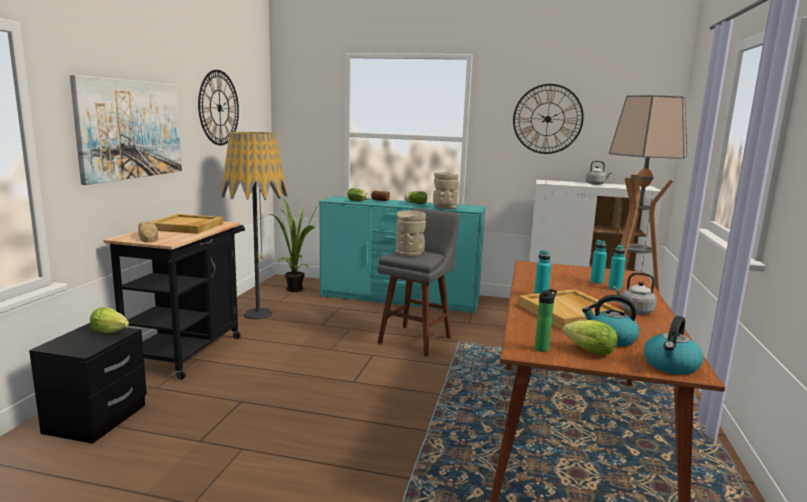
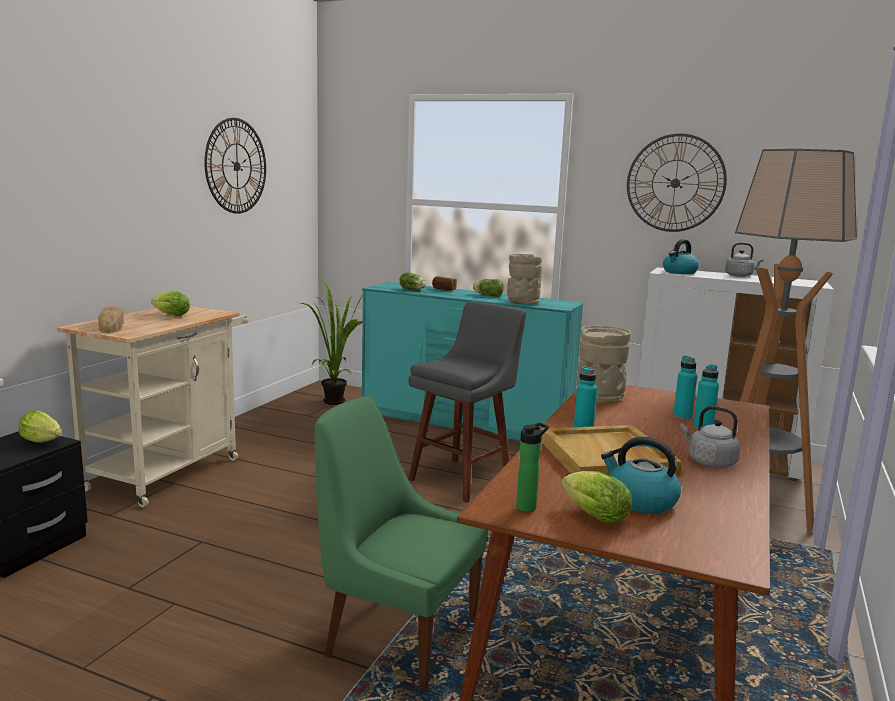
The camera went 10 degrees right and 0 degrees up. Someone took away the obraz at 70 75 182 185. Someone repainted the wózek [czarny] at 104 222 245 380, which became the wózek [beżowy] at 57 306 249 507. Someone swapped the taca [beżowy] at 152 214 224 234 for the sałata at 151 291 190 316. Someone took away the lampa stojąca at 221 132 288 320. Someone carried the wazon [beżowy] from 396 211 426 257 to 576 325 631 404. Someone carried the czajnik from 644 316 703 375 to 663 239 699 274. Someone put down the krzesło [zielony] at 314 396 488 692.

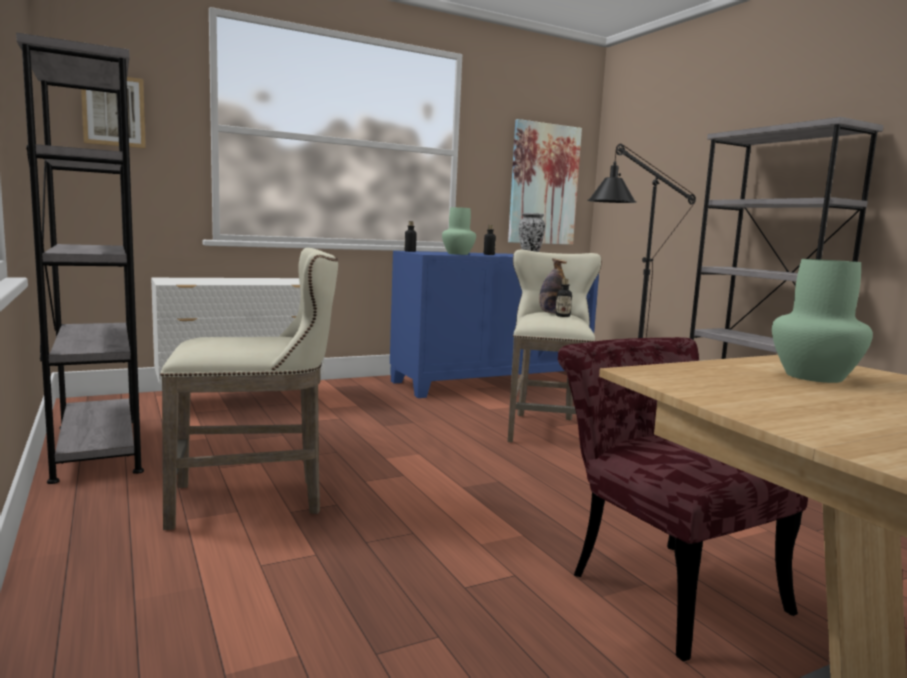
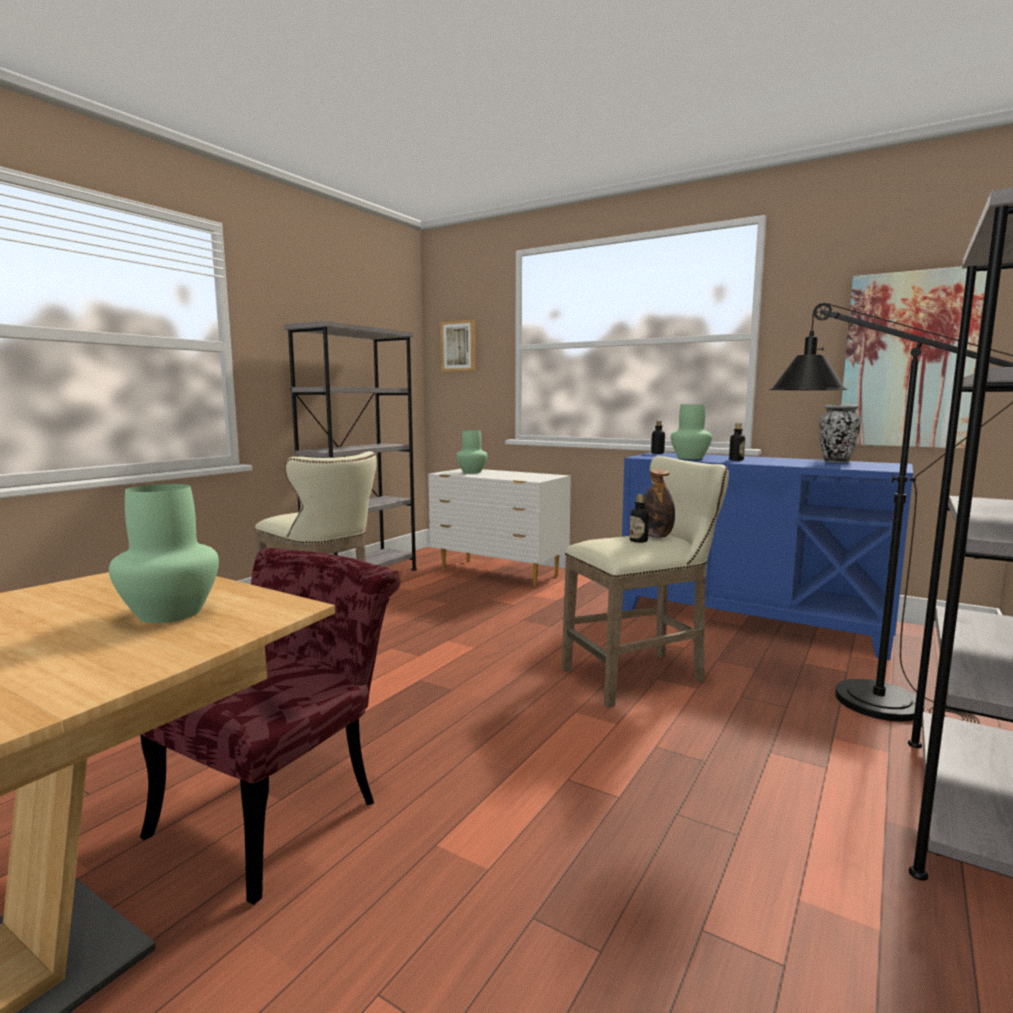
The camera went 60 degrees right and 0 degrees up. Someone put down the wazon [zielony] at 456 430 487 473.

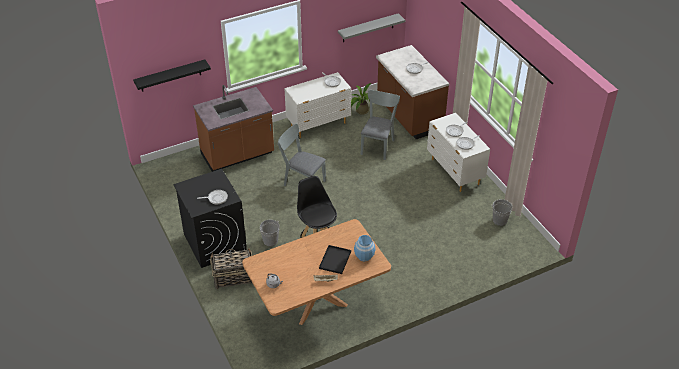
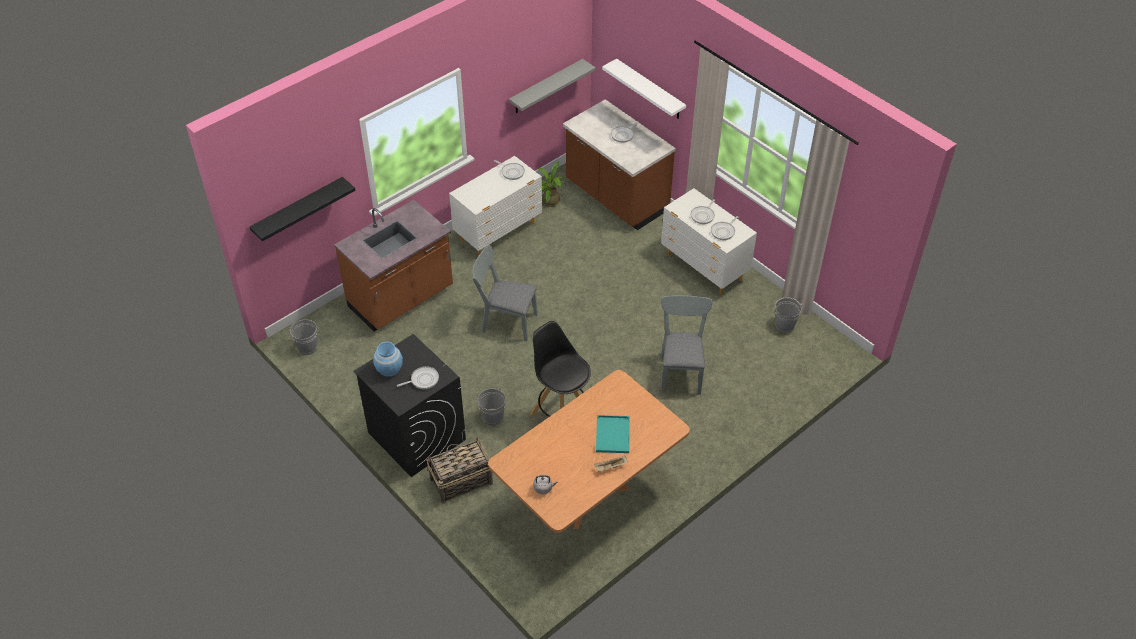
The camera went 15 degrees left and 5 degrees up. Someone repainted the taca [czarny] at 319 245 351 274, which became the taca [turkusowy] at 596 415 630 453. Someone carried the wazon [niebieski] from 354 235 376 262 to 373 342 403 377. Someone carried the krzesło [szary] from 361 90 400 160 to 661 295 712 395. Someone put down the wiadro [szary] at 288 319 319 355. Someone put up the półka [biały] at 602 59 686 119.

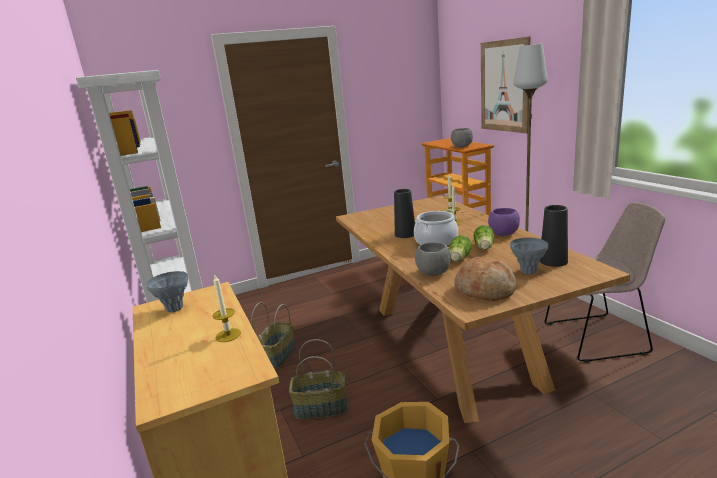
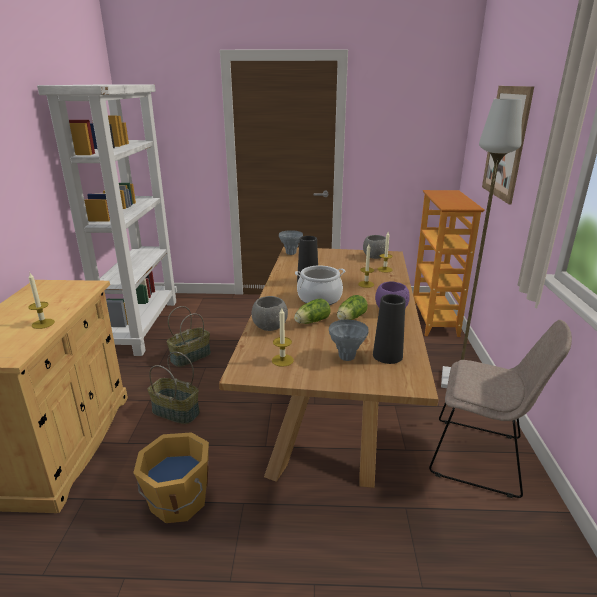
The camera went 25 degrees right and 5 degrees up. Someone carried the wazon [szary] from 146 271 188 312 to 279 230 303 255. Someone carried the miska [szary] from 451 128 473 148 to 363 235 389 259. Someone swapped the chleb at 455 257 517 301 for the świeca at 272 308 294 367.

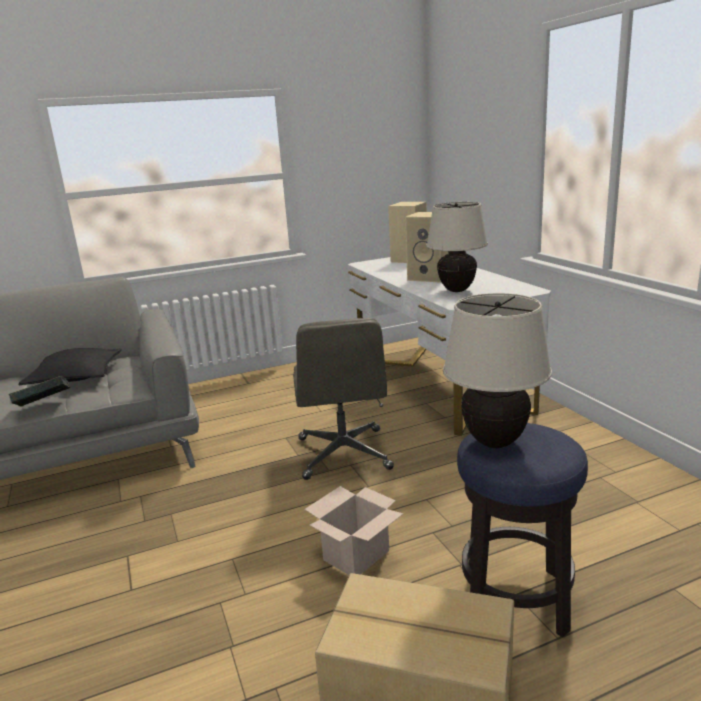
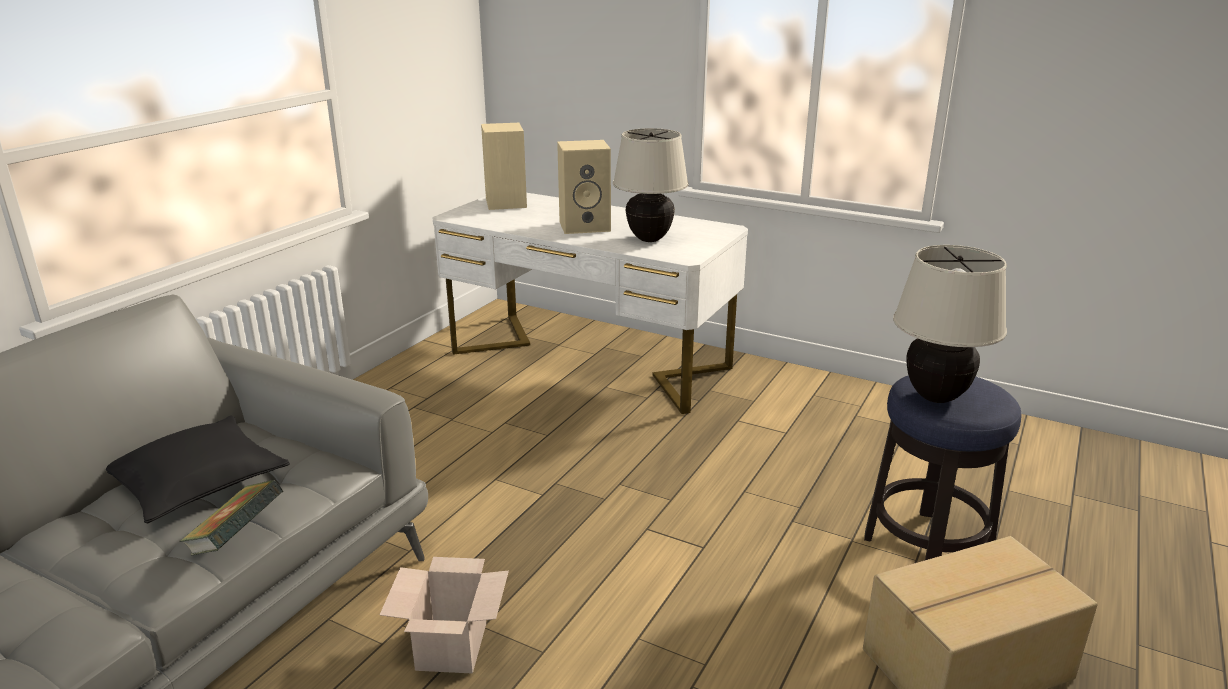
The camera went 40 degrees left and 5 degrees up. Someone took away the krzesło biurowe [szary] at 293 318 394 480. Someone carried the karton from 304 486 404 575 to 380 557 509 674.

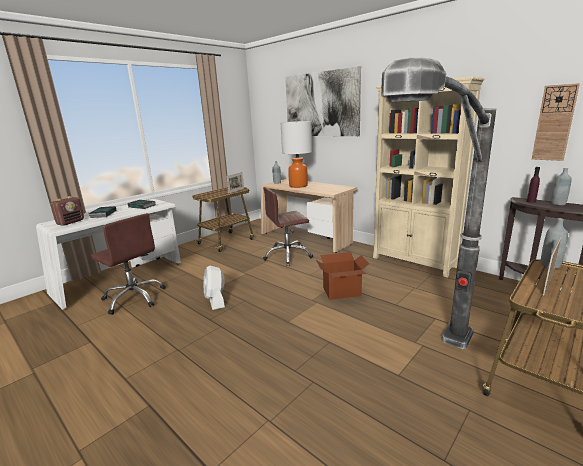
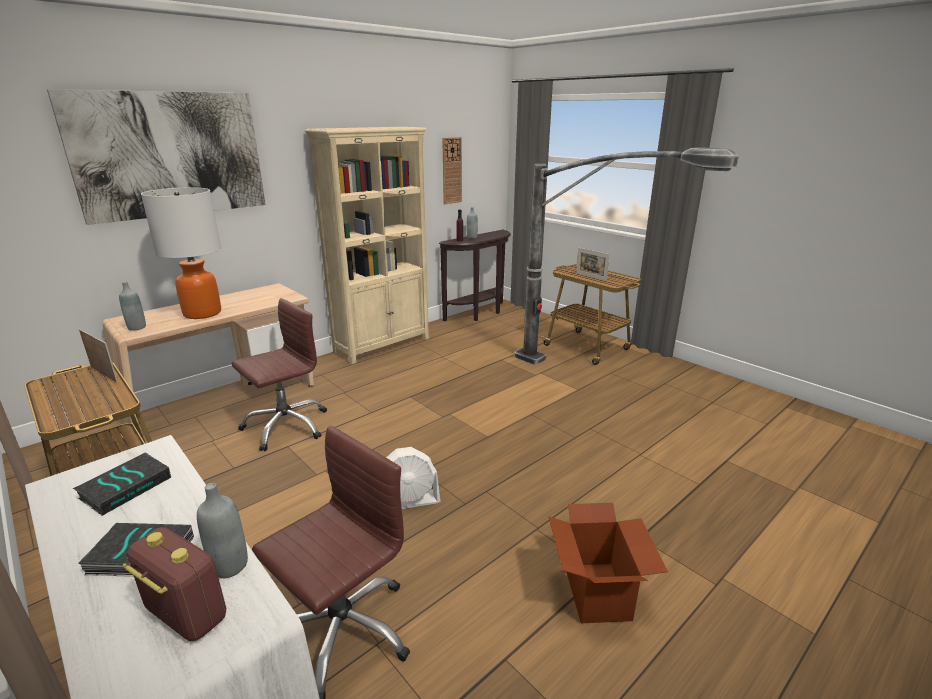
The camera went 85 degrees left and 5 degrees up. Someone rotated the krzesło biurowe [brązowy] at 263 187 313 266 by 120 degrees counterclockwise. Someone carried the karton from 316 252 369 300 to 548 503 668 623. Someone carried the butelka [szary] from 541 218 568 269 to 197 483 248 578.

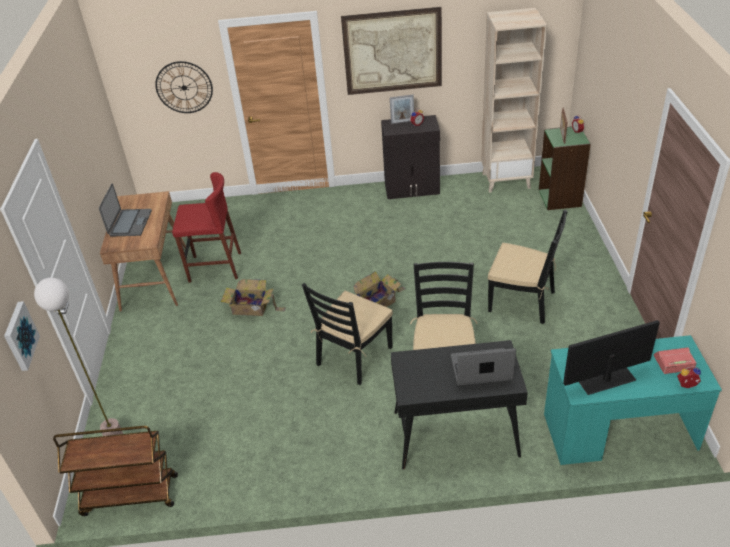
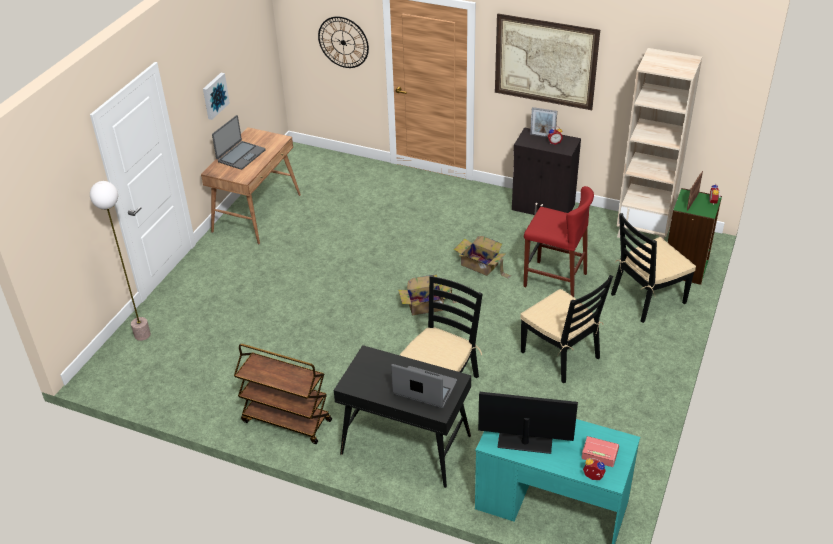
The camera went 25 degrees right and 0 degrees up. Someone carried the obraz from 4 301 40 371 to 203 73 230 120. Someone carried the wózek [brązowy] from 53 426 178 516 to 234 344 332 444. Someone carried the stołek [czerwony] from 172 172 241 283 to 523 186 594 297. Someone carried the karton from 221 279 286 316 to 453 236 511 279. Someone carried the krzesło [czarny] from 302 283 393 385 to 611 213 696 323.

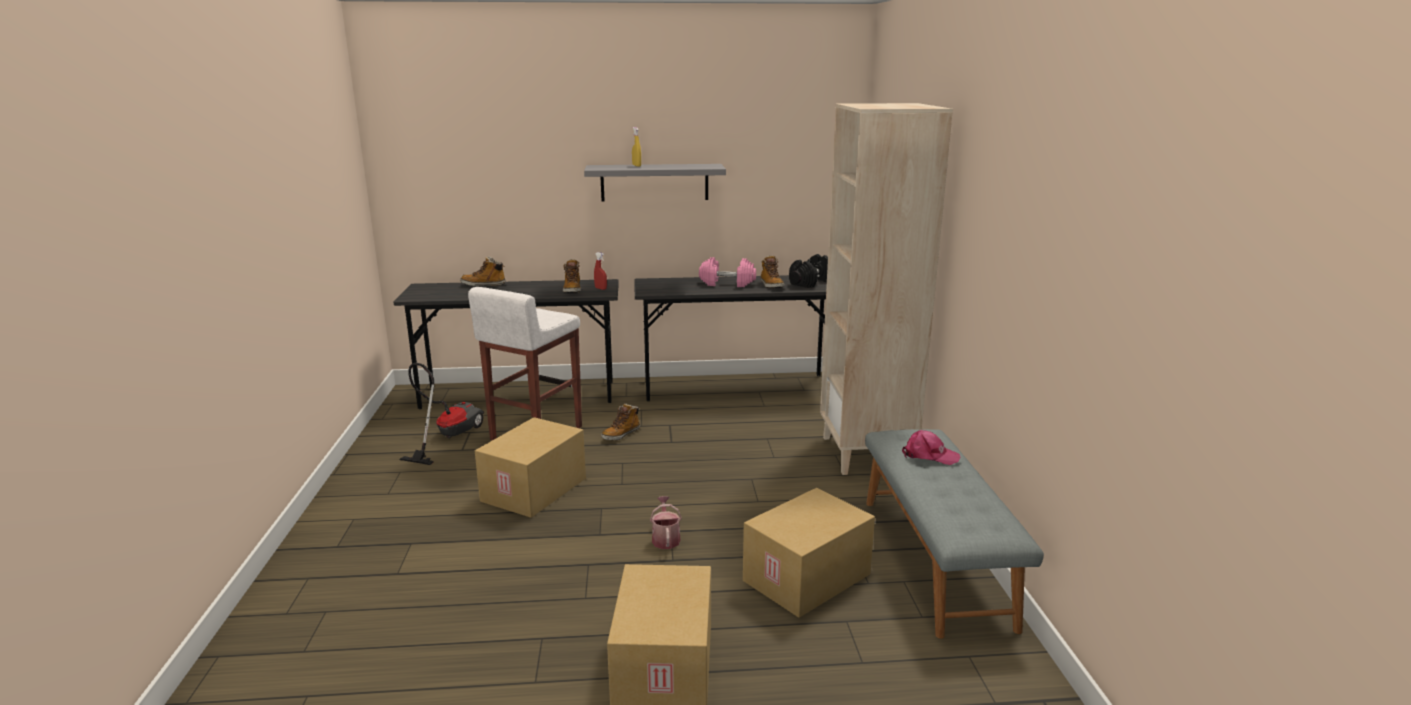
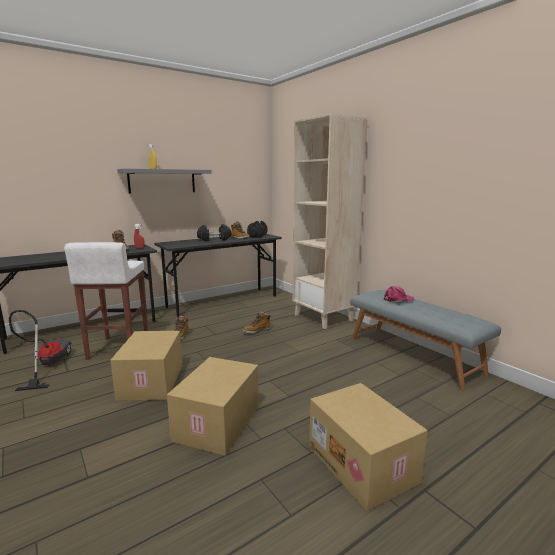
The camera went 30 degrees left and 5 degrees down. Someone carried the but z cholewką from 460 256 506 286 to 243 311 271 334. Someone took away the konewka at 650 496 682 549. Someone repainted the hantel [różowy] at 699 257 756 287, which became the hantel [czarny] at 197 224 231 241. Someone carried the karton from 743 488 875 618 to 167 357 259 456.

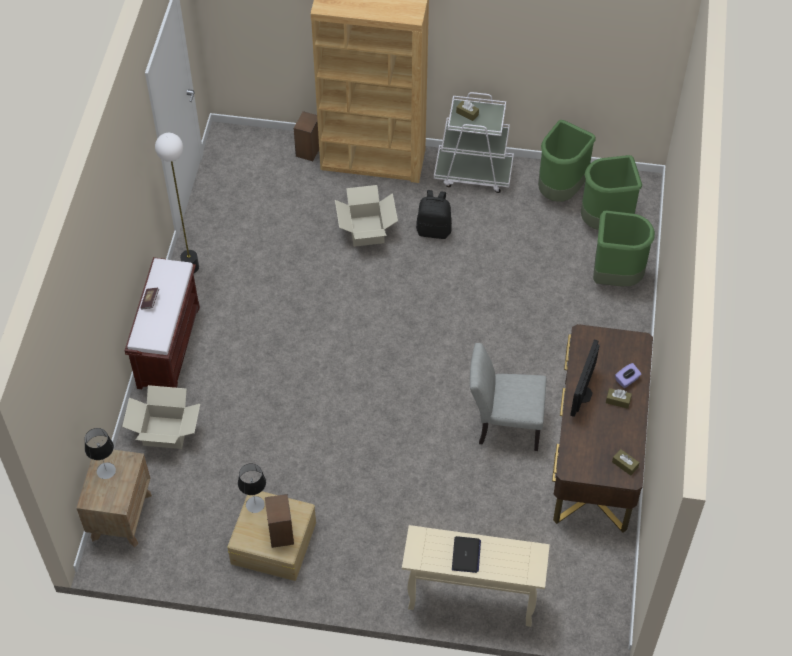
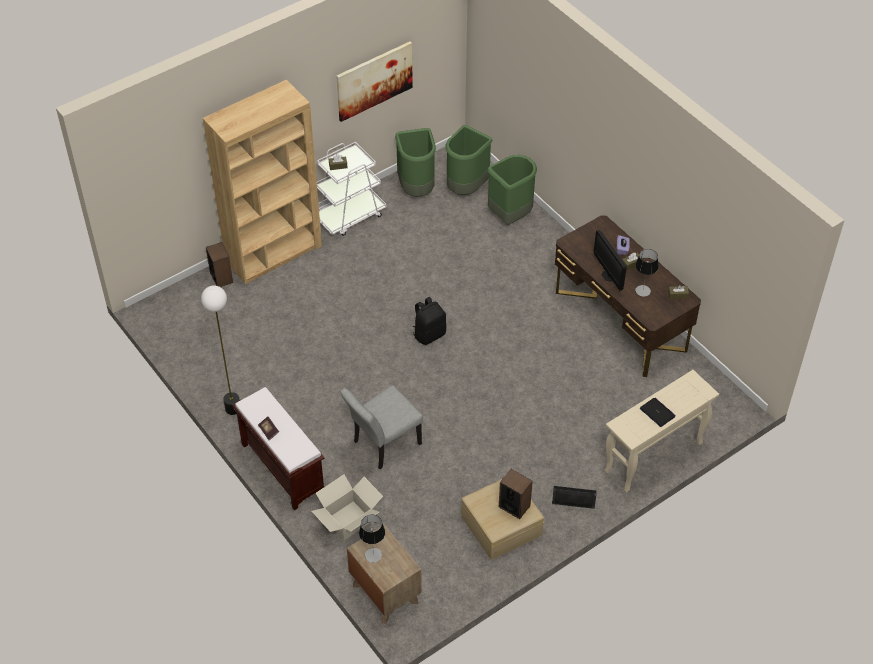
The camera went 45 degrees left and 5 degrees down. Someone carried the lampa stołowa from 238 463 266 513 to 635 249 659 297. Someone took away the karton at 335 185 398 247. Someone carried the plecak [czarny] from 416 190 452 239 to 413 297 446 345. Someone carried the krzesło [szary] from 470 343 546 451 to 340 385 423 469. Someone put up the obraz at 336 42 413 122. Someone put down the głośnik [czarny] at 552 486 597 509.

